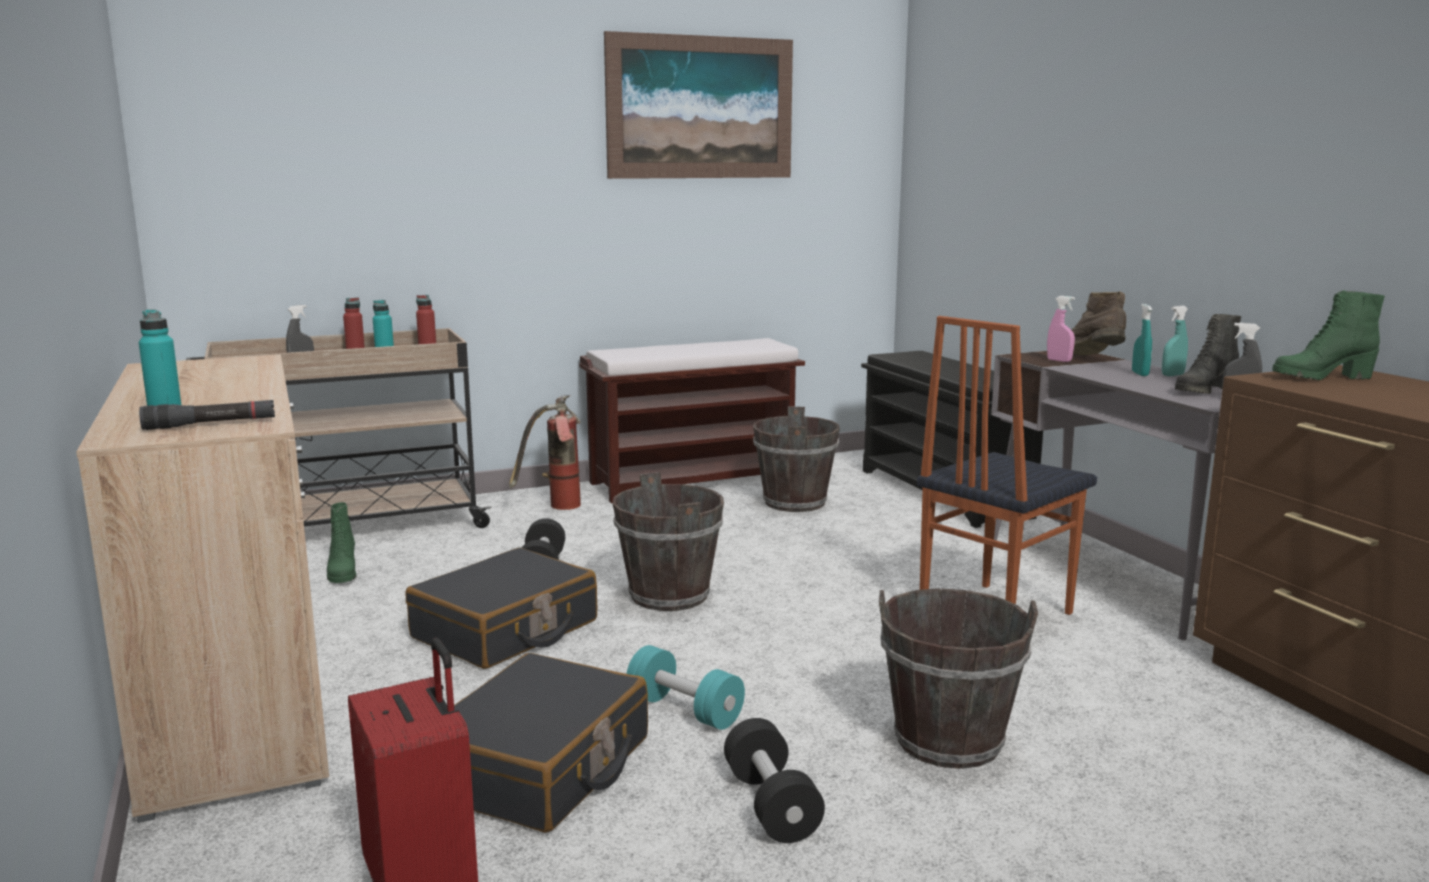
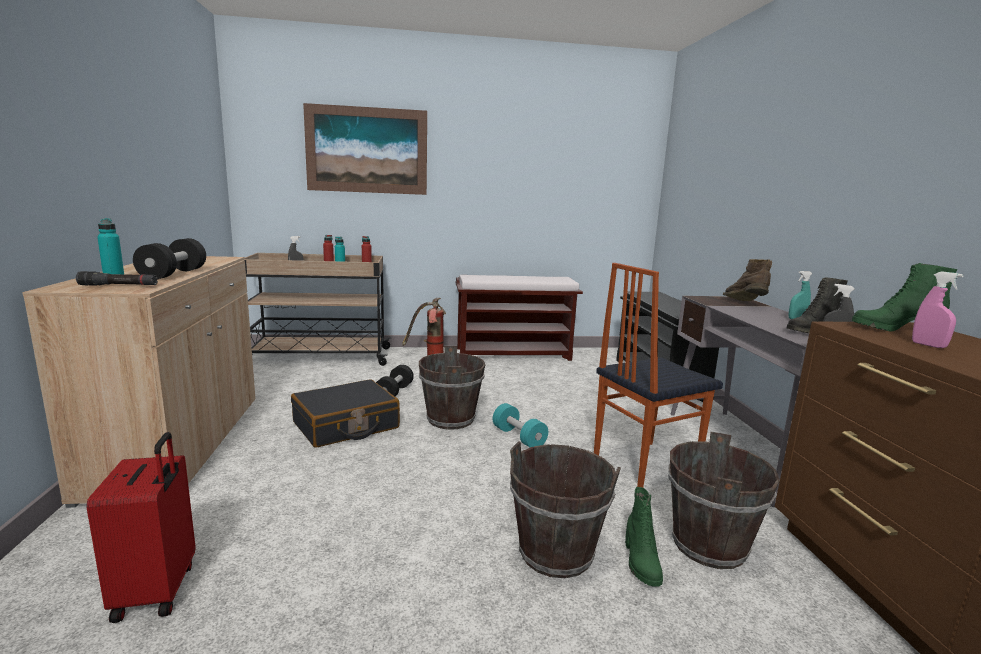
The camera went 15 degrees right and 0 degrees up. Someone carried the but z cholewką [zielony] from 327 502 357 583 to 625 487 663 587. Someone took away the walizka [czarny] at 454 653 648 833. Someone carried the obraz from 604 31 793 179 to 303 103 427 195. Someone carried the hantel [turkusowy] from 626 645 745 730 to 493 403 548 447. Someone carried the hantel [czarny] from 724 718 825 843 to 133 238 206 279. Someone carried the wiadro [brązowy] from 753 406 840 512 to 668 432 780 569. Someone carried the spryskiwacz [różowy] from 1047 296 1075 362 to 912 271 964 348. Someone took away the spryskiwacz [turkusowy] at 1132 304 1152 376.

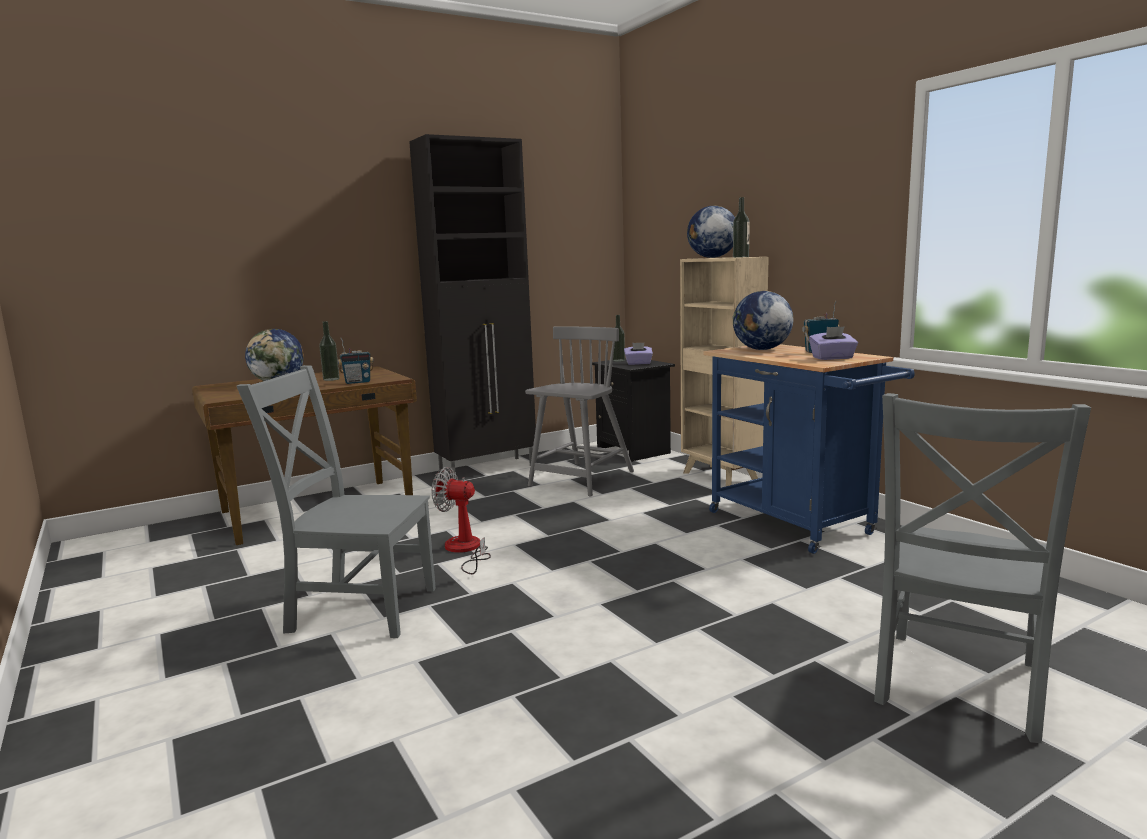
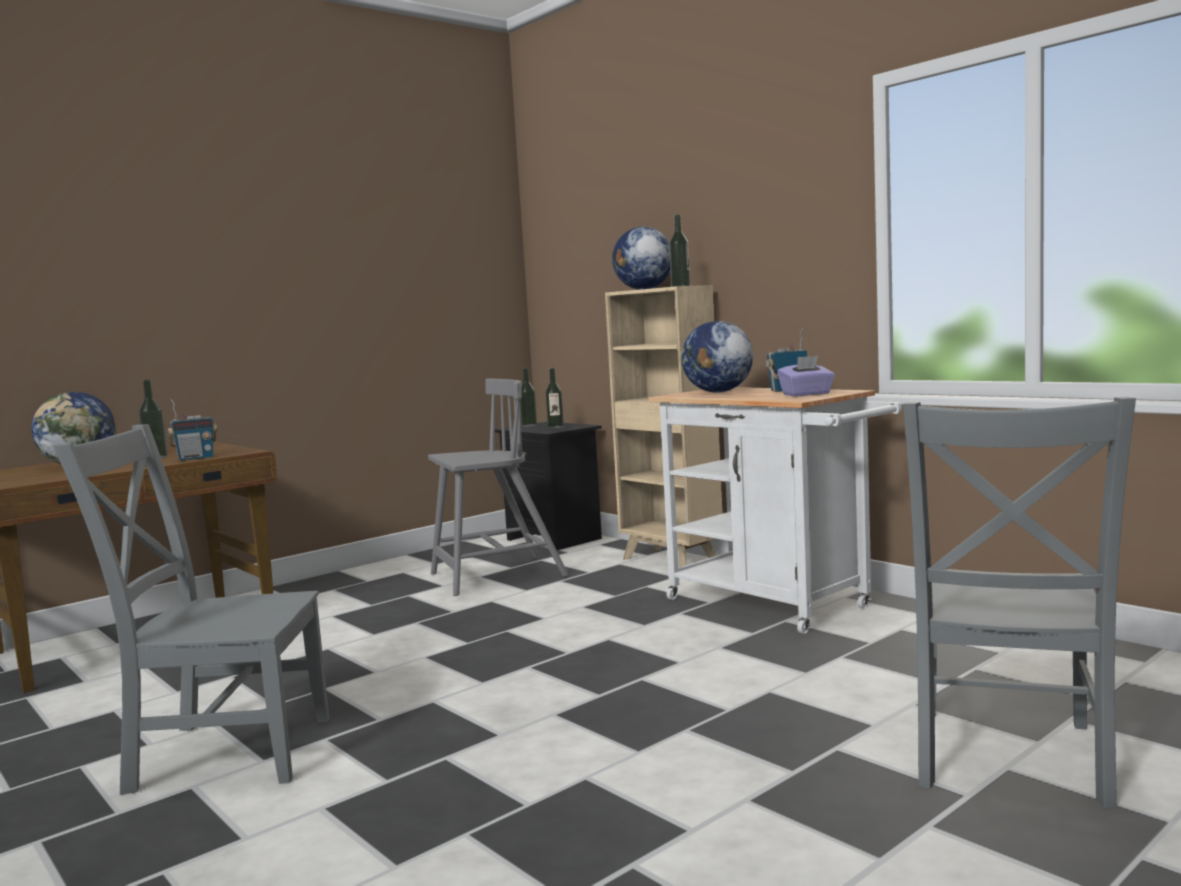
The camera went 10 degrees left and 5 degrees down. Someone took away the szafka [czarny] at 409 134 536 479. Someone took away the wentylator at 432 467 491 574. Someone rotated the krzesło [szary] at 525 327 634 496 by 45 degrees clockwise. Someone swapped the pudełko chusteczek [fioletowy] at 624 343 653 365 for the butelka at 545 368 564 428. Someone repainted the wózek [niebieski] at 703 344 915 554, which became the wózek [biały] at 648 387 902 634.

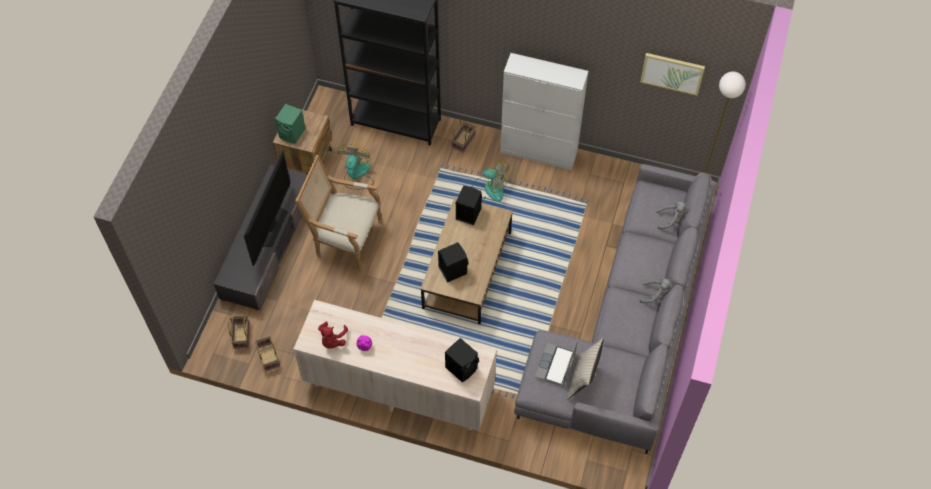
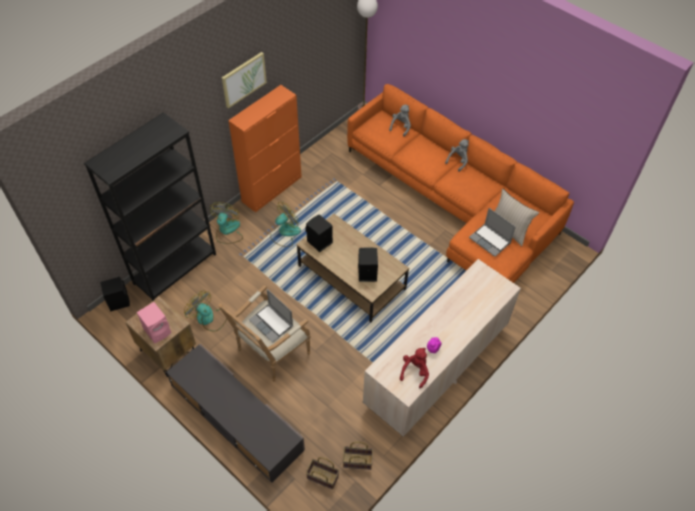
The camera went 65 degrees left and 5 degrees down. Someone took away the telewizor at 243 150 291 266. Someone repainted the głośnik [zielony] at 275 104 306 144, which became the głośnik [różowy] at 137 302 171 344. Someone rotated the pluszak [czerwony] at 318 321 348 349 by 105 degrees counterclockwise. Someone carried the głośnik [czarny] from 445 338 479 383 to 100 277 130 311. Someone swapped the koszyk at 451 119 476 153 for the wentylator at 210 202 243 244. Someone repainted the szafka [biały] at 500 53 588 170, which became the szafka [pomarańczowy] at 228 85 302 213. Someone repainted the kanapa [szary] at 514 164 716 454, which became the kanapa [pomarańczowy] at 347 84 574 283. Someone carried the obraz from 640 53 705 96 to 222 52 267 108. Someone put down the laptop at 249 289 293 343.

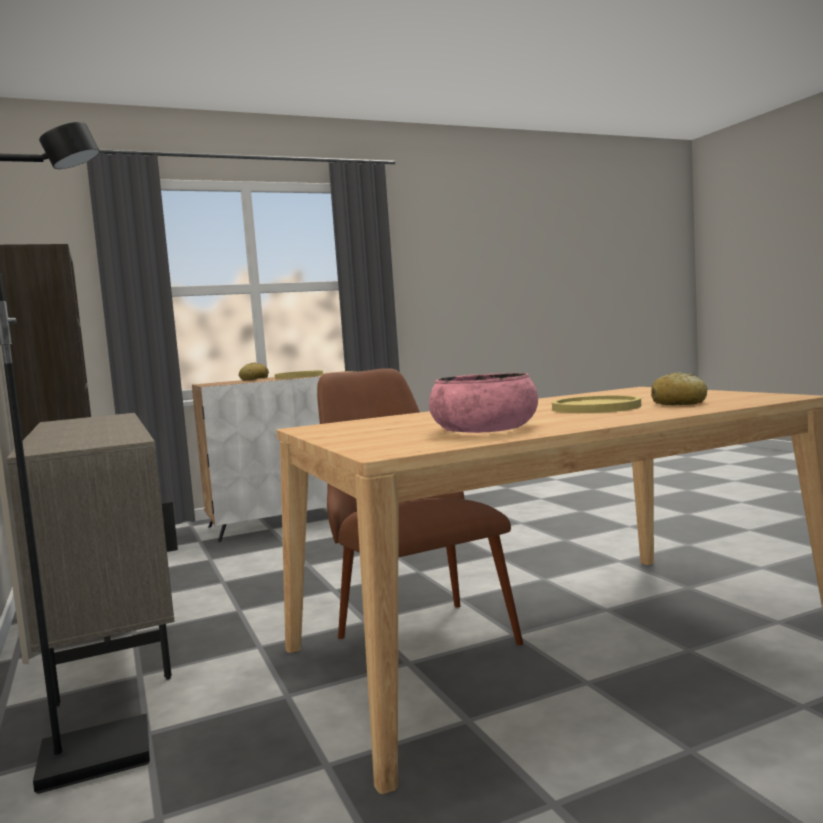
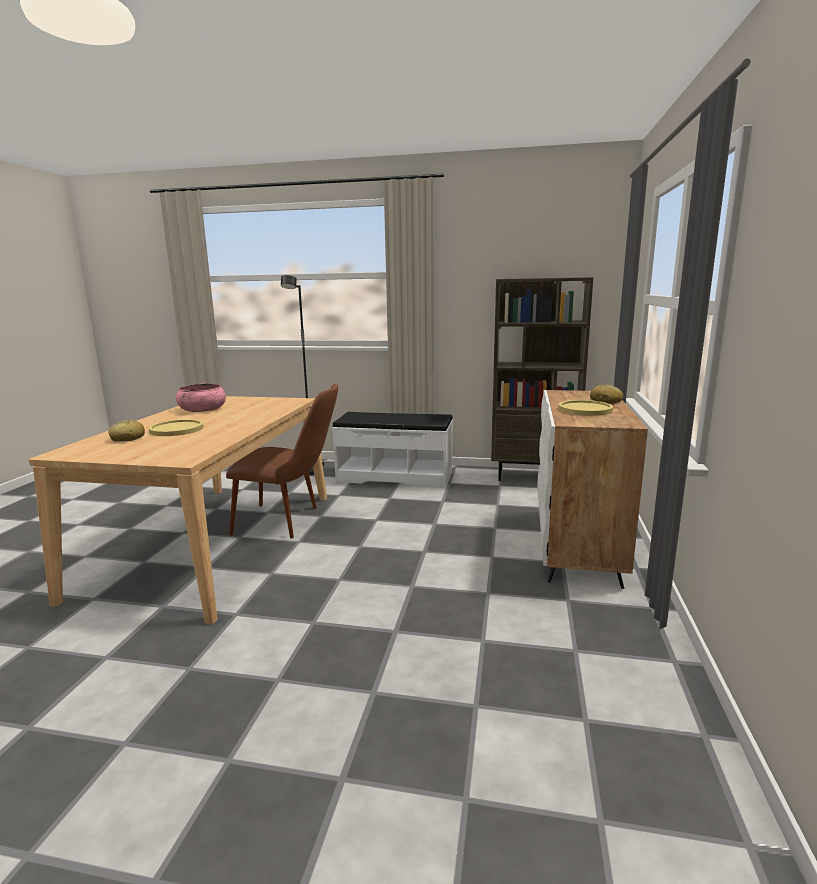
The camera went 125 degrees right and 10 degrees up. Someone swapped the szafka [beżowy] at 6 413 178 707 for the ławka [biały] at 332 412 453 488.

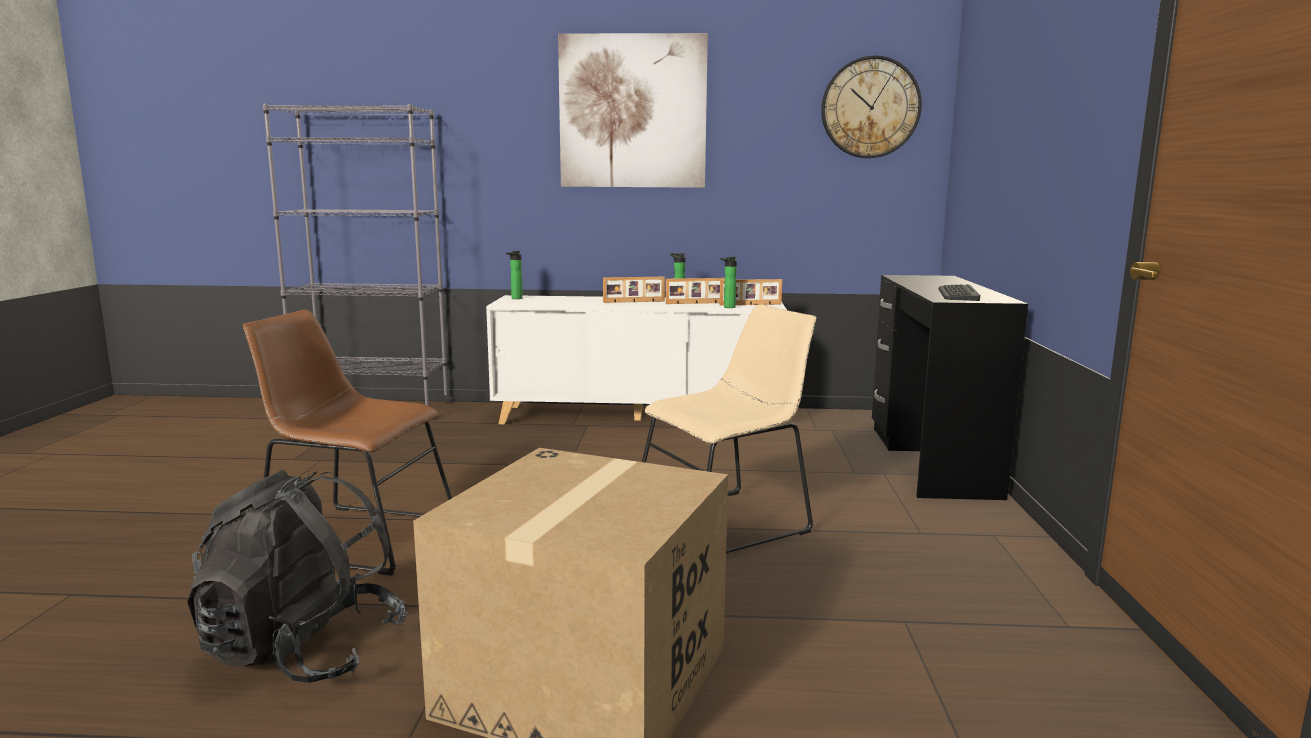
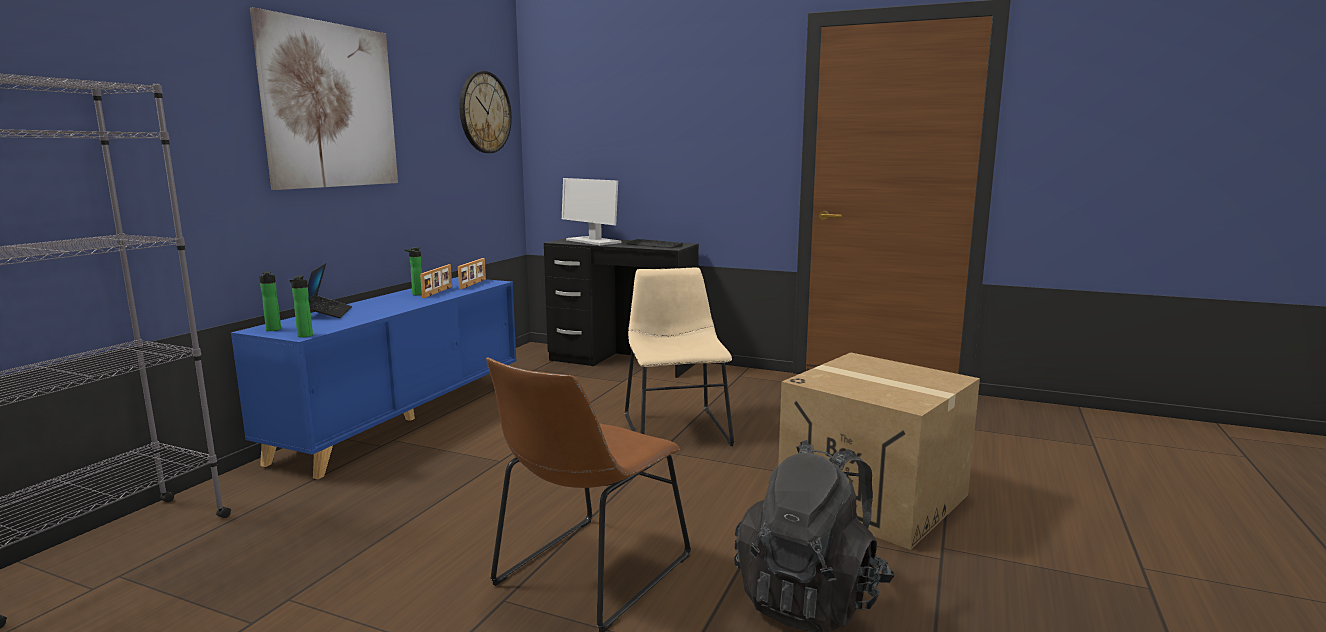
The camera went 70 degrees left and 0 degrees up. Someone repainted the szafka [biały] at 486 295 787 424, which became the szafka [niebieski] at 231 277 516 479. Someone took away the ramka na zdjęcie at 603 277 665 303. Someone carried the butelka from 720 257 737 308 to 289 275 313 337. Someone put down the laptop at 308 263 352 318. Someone put down the monitor at 562 178 621 245.

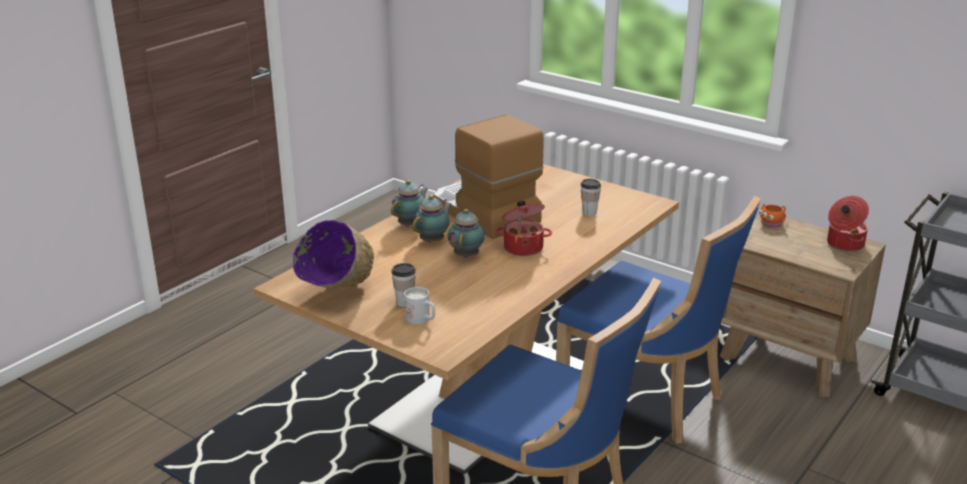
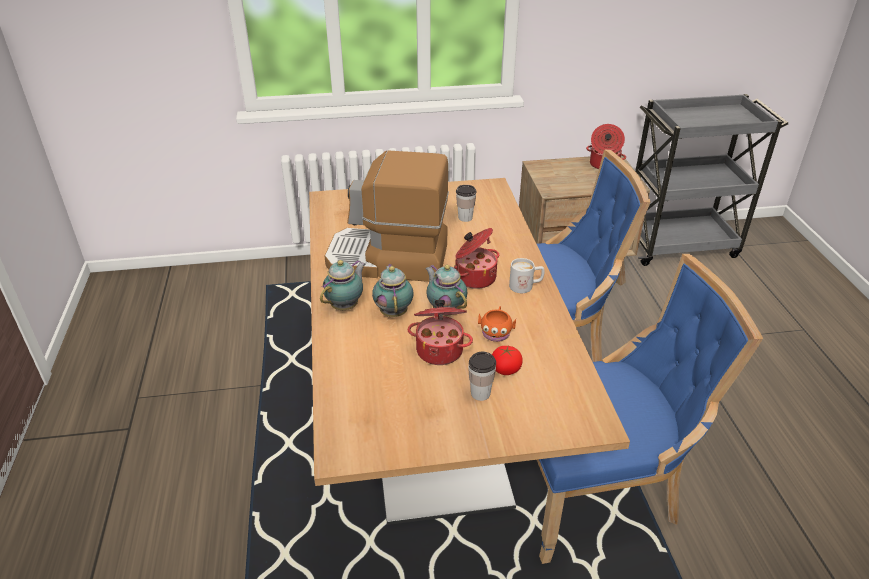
The camera went 45 degrees left and 10 degrees up. Someone took away the miska [fioletowy] at 293 220 374 288. Someone rotated the imbryk at 391 180 429 227 by 45 degrees clockwise. Someone carried the kubek [biały] from 404 287 435 324 to 509 258 544 293. Someone carried the kubek [pomarańczowy] from 759 203 786 227 to 478 306 516 342. Someone put down the garnek at 408 300 473 365. Someone put down the pomidor at 492 346 523 375.

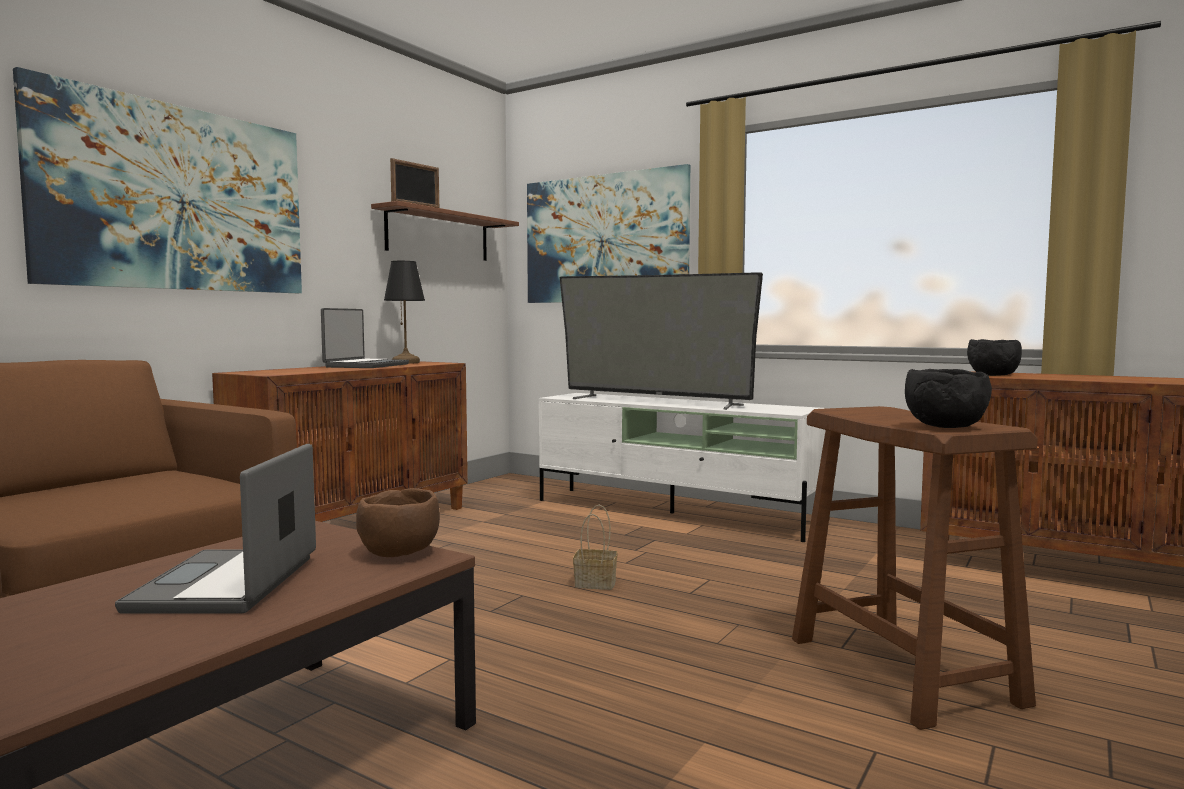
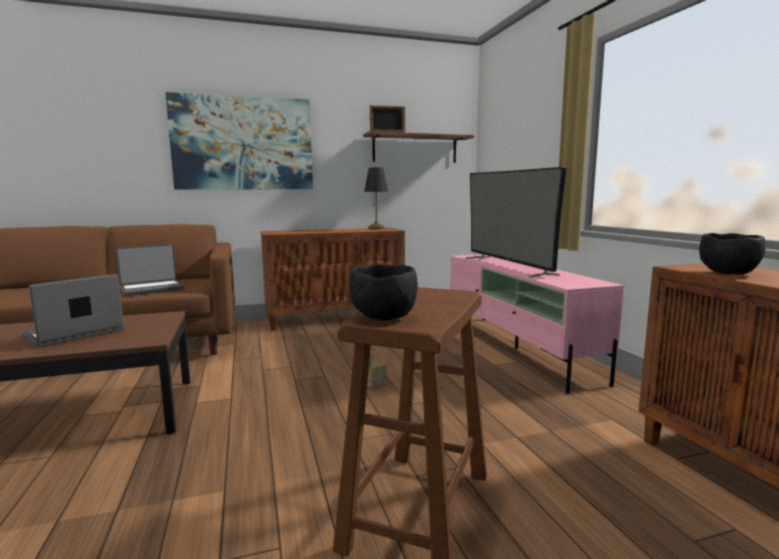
The camera went 40 degrees right and 5 degrees up. Someone carried the laptop from 321 308 409 368 to 116 244 184 296. Someone took away the miska [brązowy] at 356 488 440 557. Someone took away the obraz at 527 164 690 303. Someone repainted the szafka pod telewizor [biały] at 539 393 825 542, which became the szafka pod telewizor [różowy] at 450 254 624 394.

